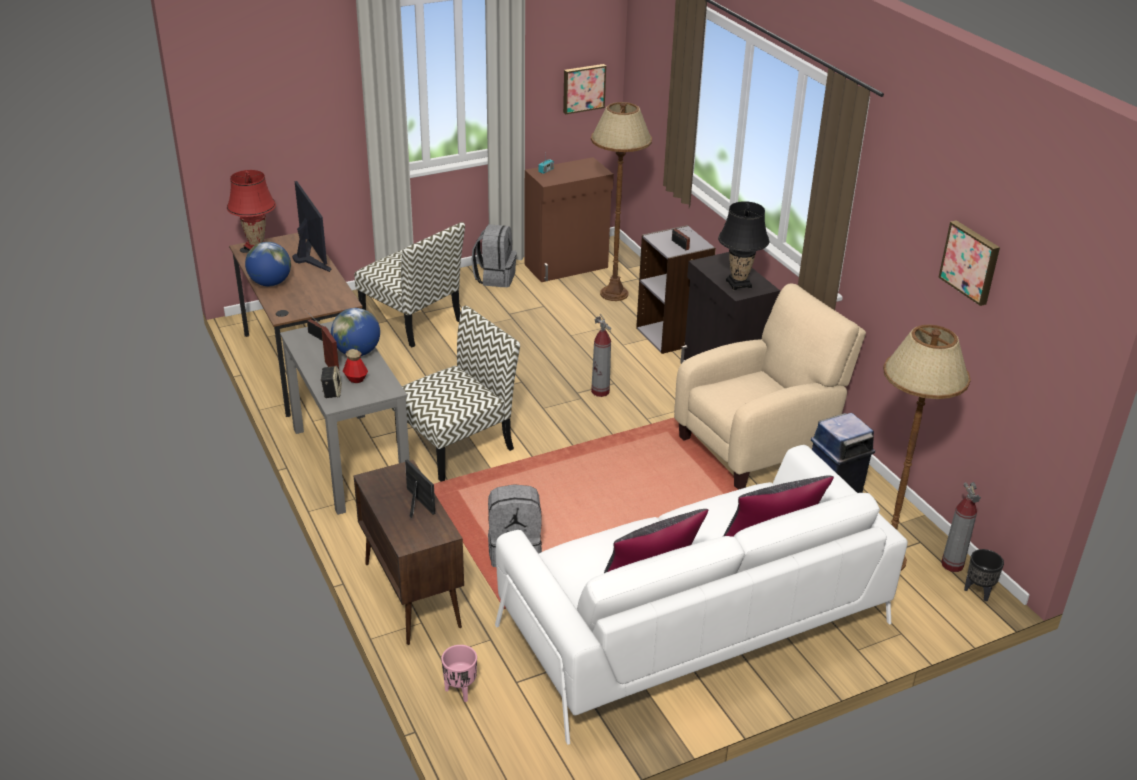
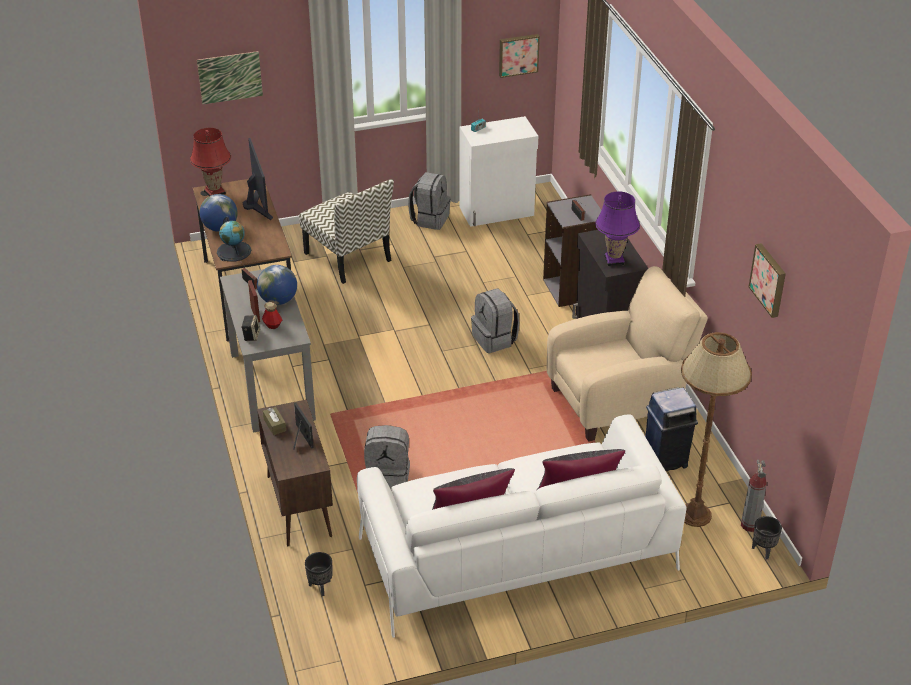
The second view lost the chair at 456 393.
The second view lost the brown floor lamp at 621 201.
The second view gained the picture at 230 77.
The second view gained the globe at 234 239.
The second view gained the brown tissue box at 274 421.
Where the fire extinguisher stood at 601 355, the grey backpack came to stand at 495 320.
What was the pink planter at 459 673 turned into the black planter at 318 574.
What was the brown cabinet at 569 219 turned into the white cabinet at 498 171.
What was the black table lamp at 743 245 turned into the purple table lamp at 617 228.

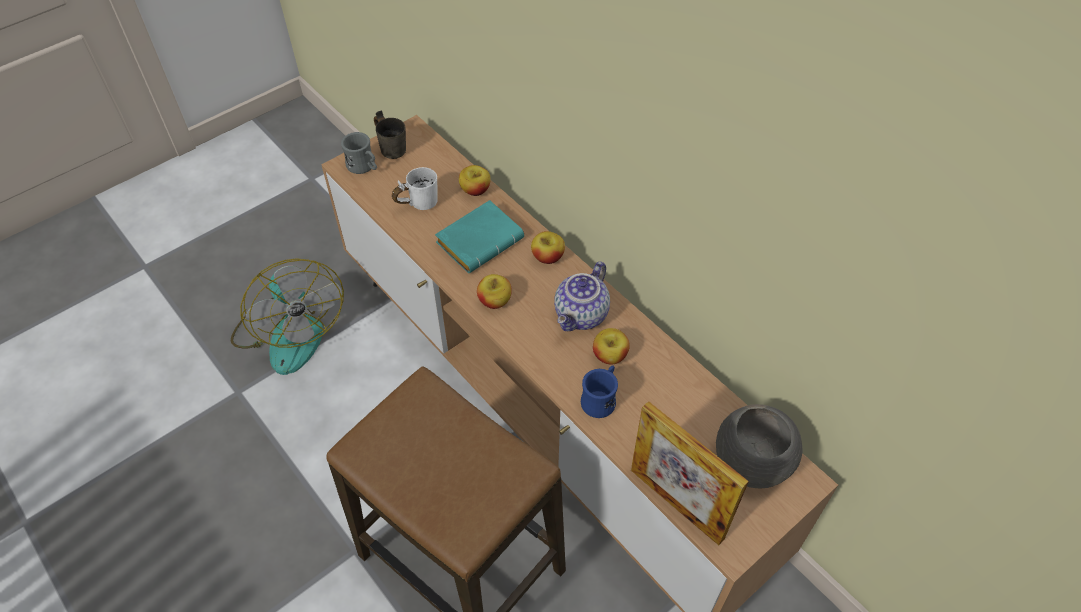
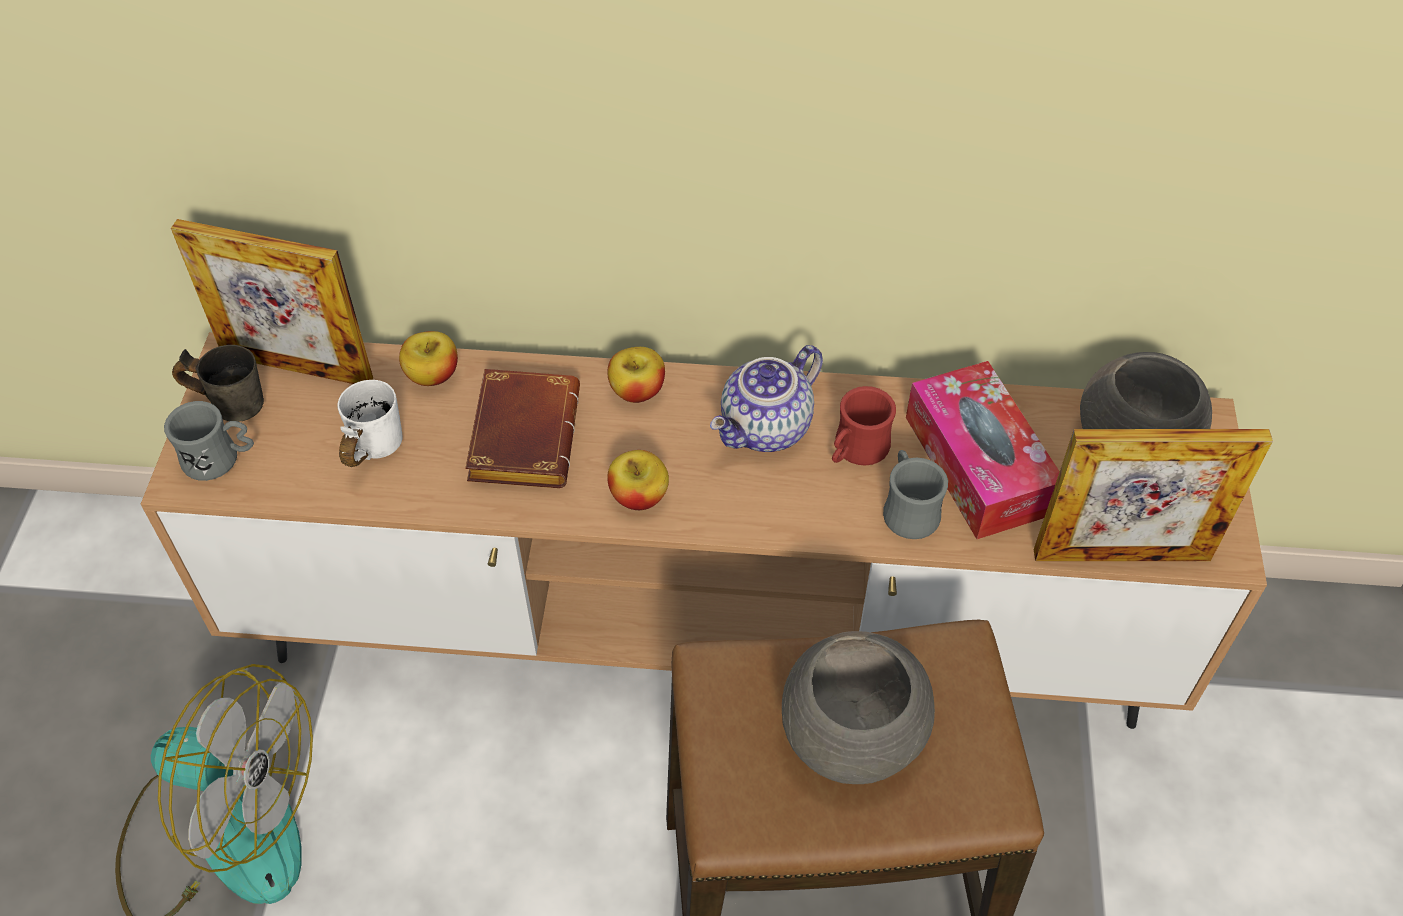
The second view gained the picture frame at 272 301.
The second view gained the grey bowl at 858 707.
The second view gained the tissue box at 983 450.
Where the apple stood at 611 346, the red mug came to stand at 864 426.
What was the turquoise book at 479 236 turned into the brown book at 523 428.
What was the blue mug at 599 391 turned into the grey mug at 915 494.
The teapot at 582 296 ended up facing another way, 60 degrees clockwise from before.

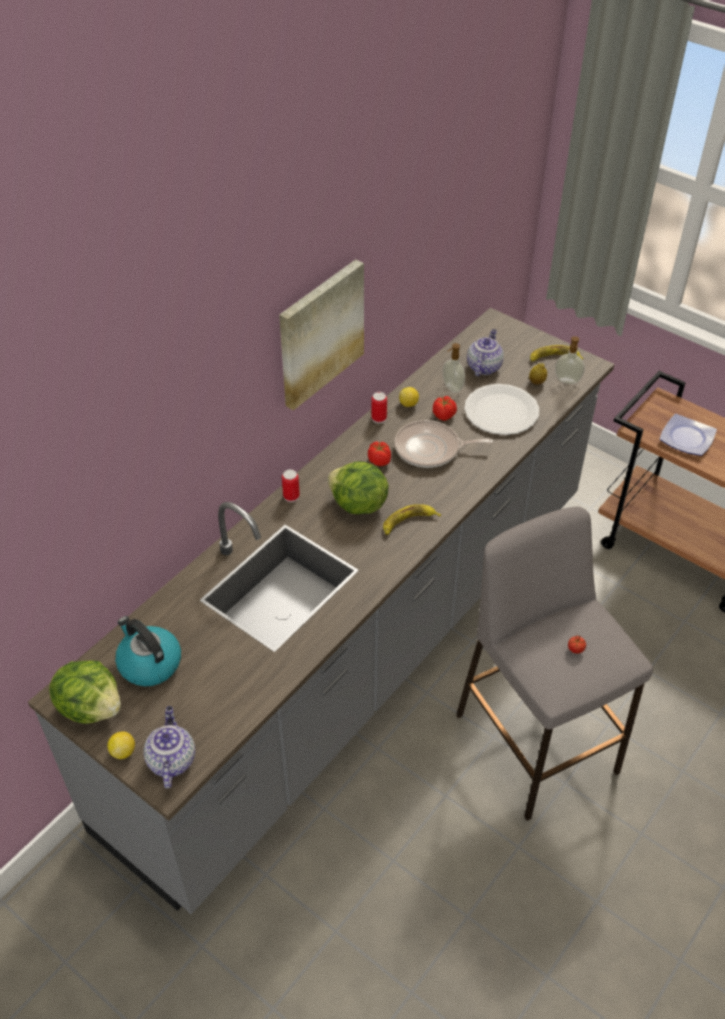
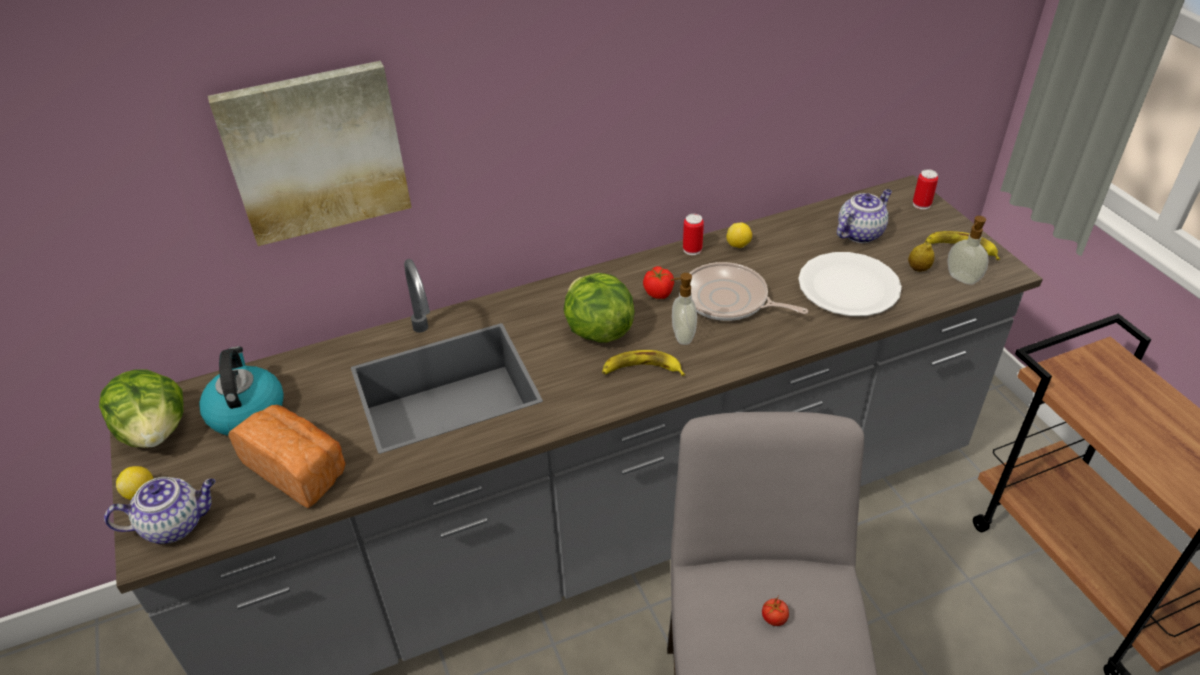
The second view lost the tomato at 445 408.
The second view lost the plate at 688 435.
The second view gained the bread at 286 456.
The picture ended up elsewhere, having gone from 321 335 to 310 153.
The can ended up elsewhere, having gone from 291 485 to 925 189.
The soap dispenser ended up elsewhere, having gone from 454 368 to 684 309.
The teapot at 169 747 ended up facing another way, 45 degrees clockwise from before.

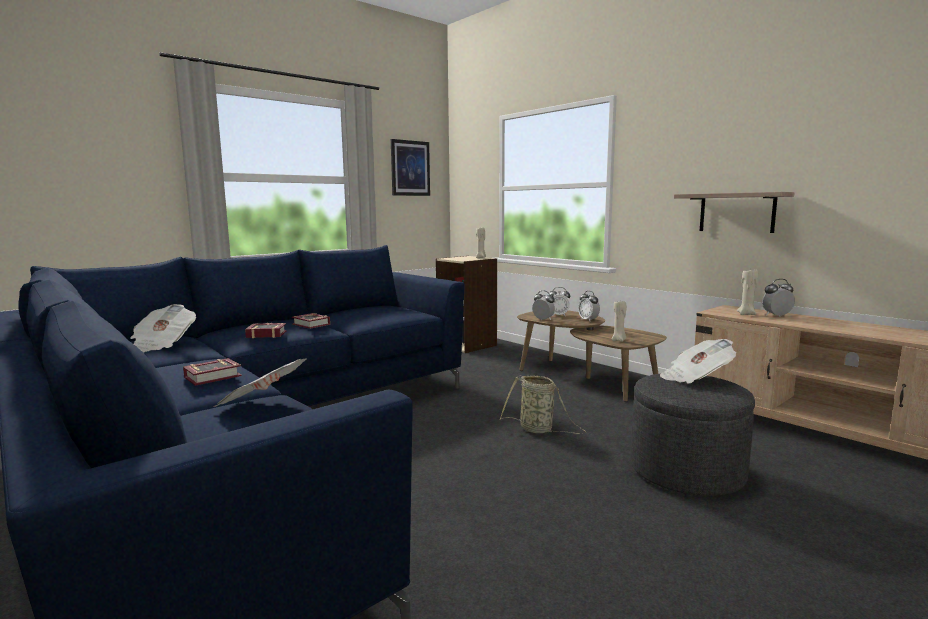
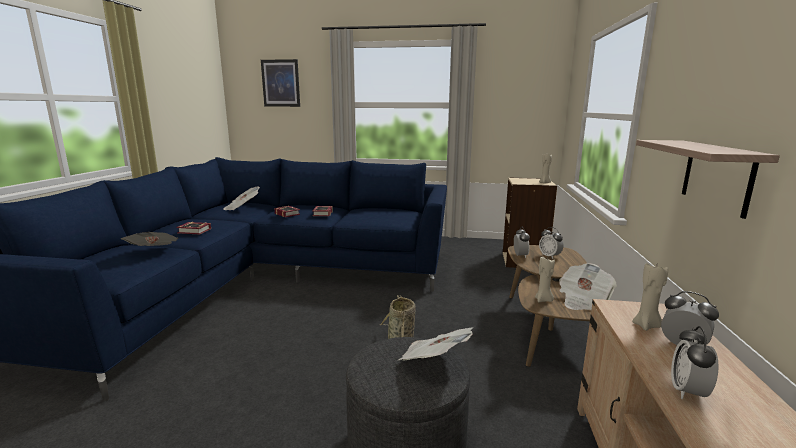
The second view gained the newspaper at 588 286.
The picture ended up elsewhere, having gone from 410 167 to 280 83.
The alarm clock ended up elsewhere, having gone from 589 306 to 695 362.

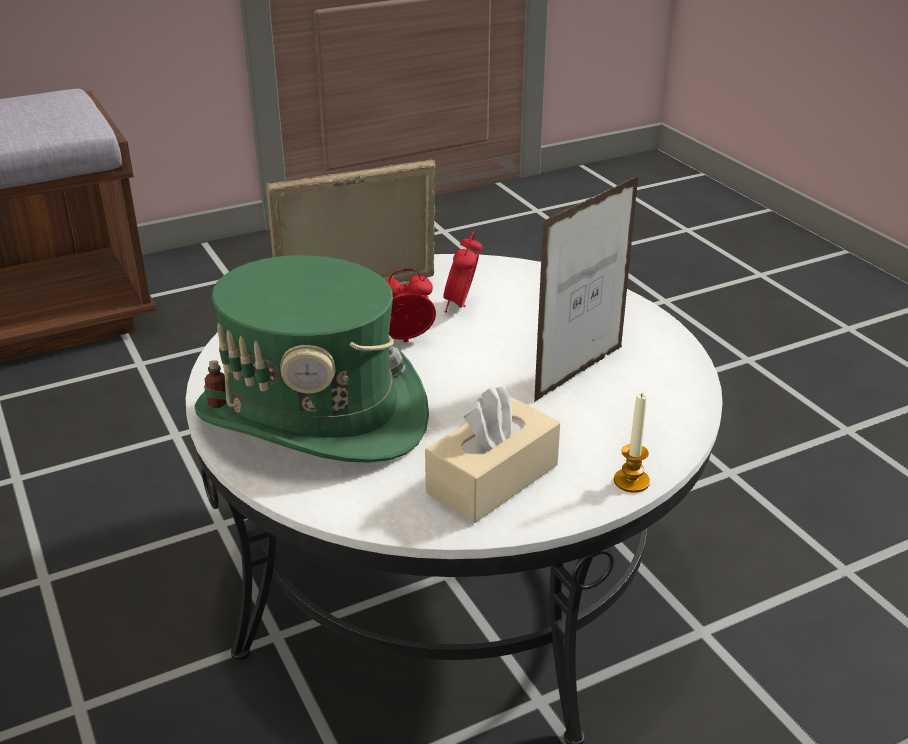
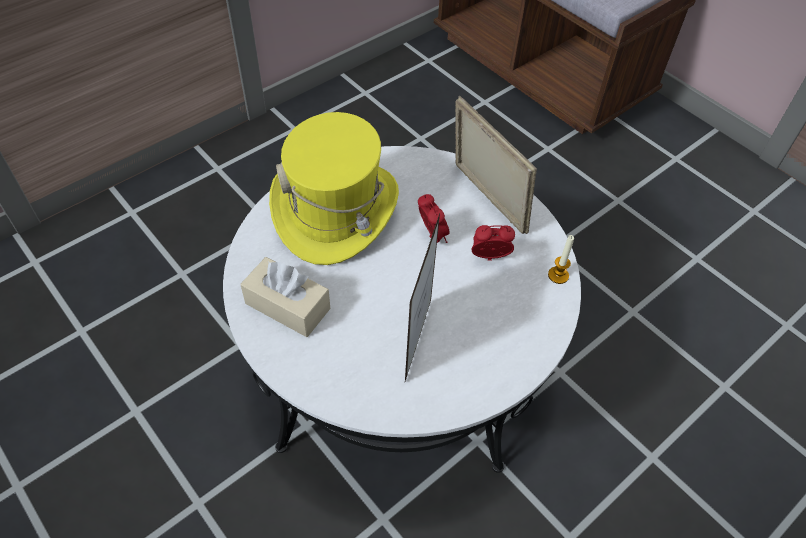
The candle ended up elsewhere, having gone from 632 443 to 561 259.
What was the green hat at 311 359 turned into the yellow hat at 334 188.
The picture frame at 586 288 ended up facing another way, 105 degrees counterclockwise from before.

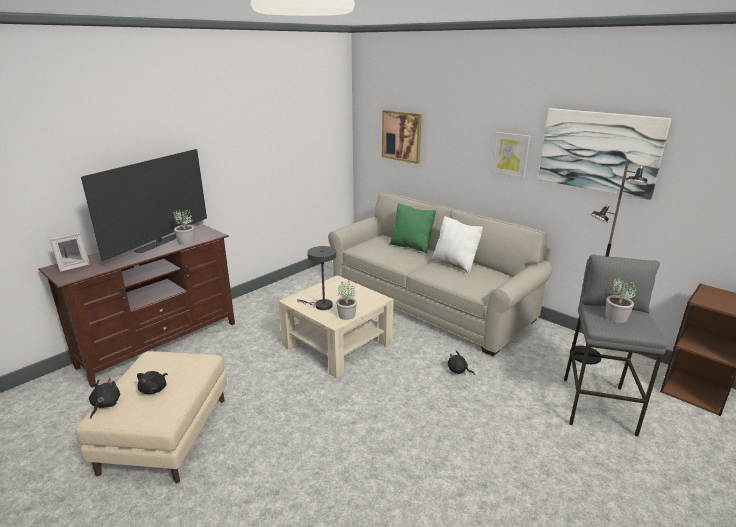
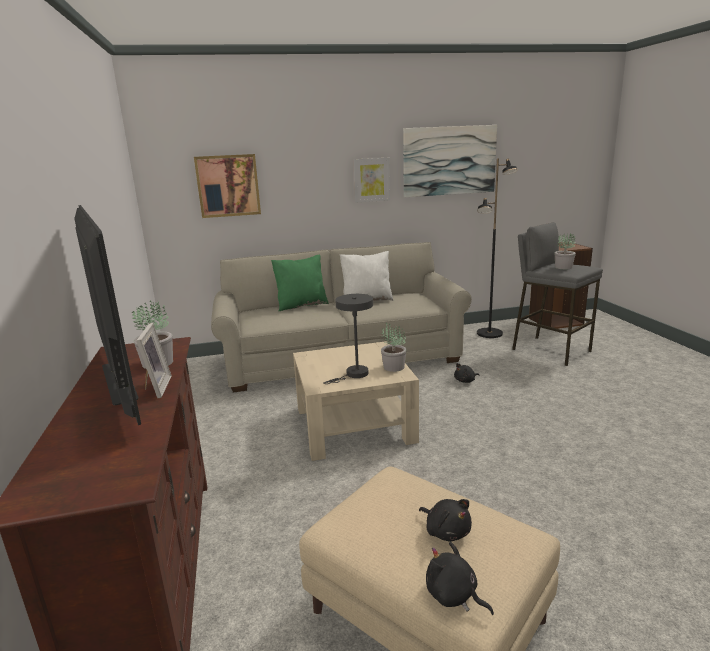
The picture frame ended up elsewhere, having gone from 70 252 to 154 360.

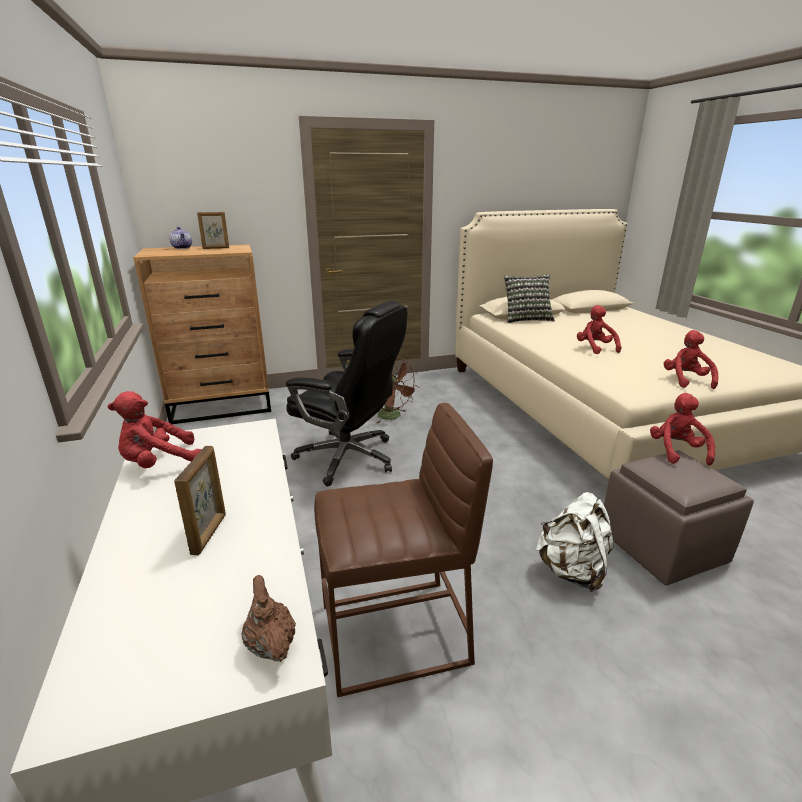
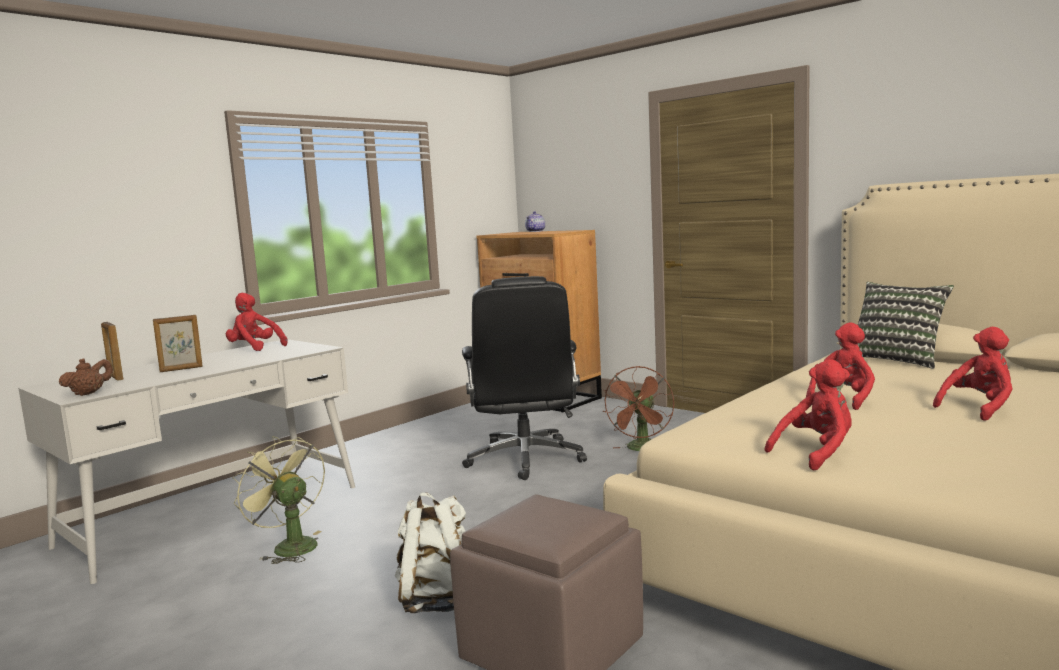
The picture frame ended up elsewhere, having gone from 213 230 to 112 351.
The red plush toy ended up elsewhere, having gone from 682 429 to 973 374.
Where the brown stool stood at 403 550, the green fan came to stand at 278 500.

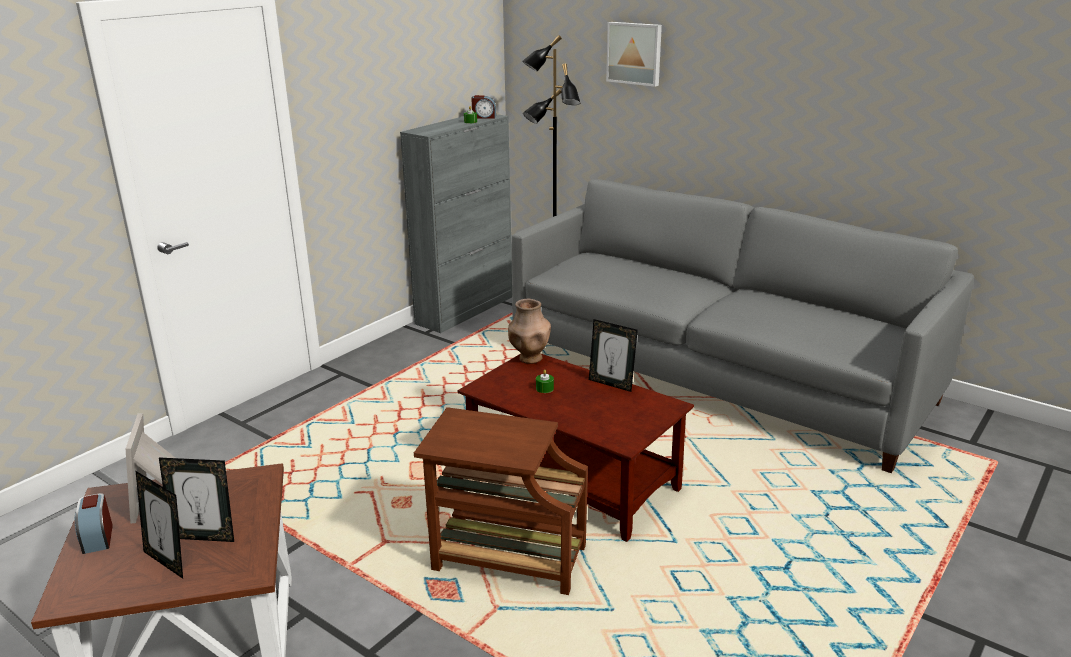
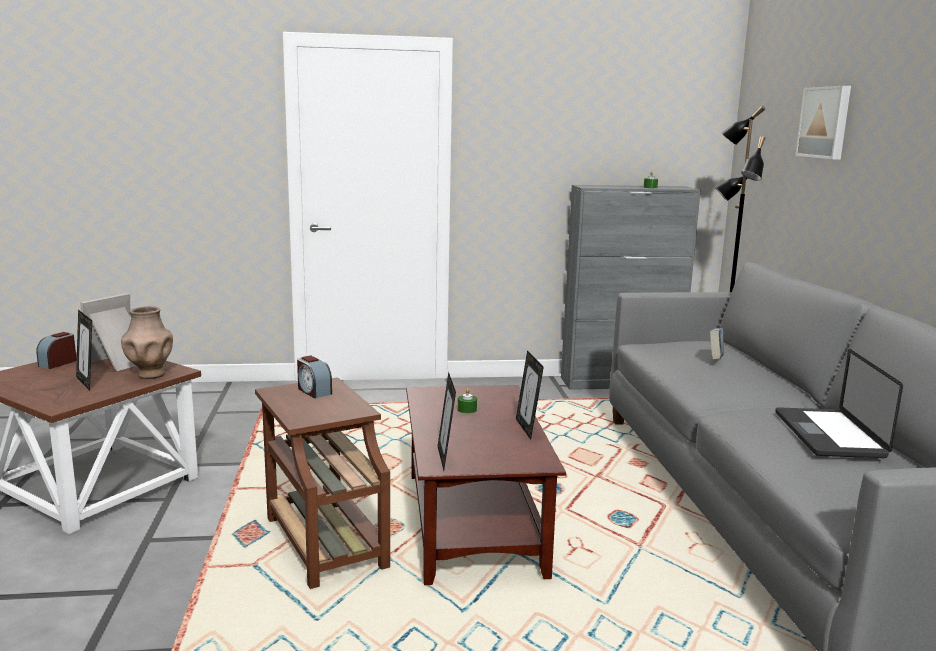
The second view gained the book at 717 344.
The second view gained the laptop at 839 403.
The picture frame ended up elsewhere, having gone from 159 525 to 447 421.
The alarm clock ended up elsewhere, having gone from 483 107 to 314 376.
The brown vase ended up elsewhere, having gone from 529 331 to 147 342.

